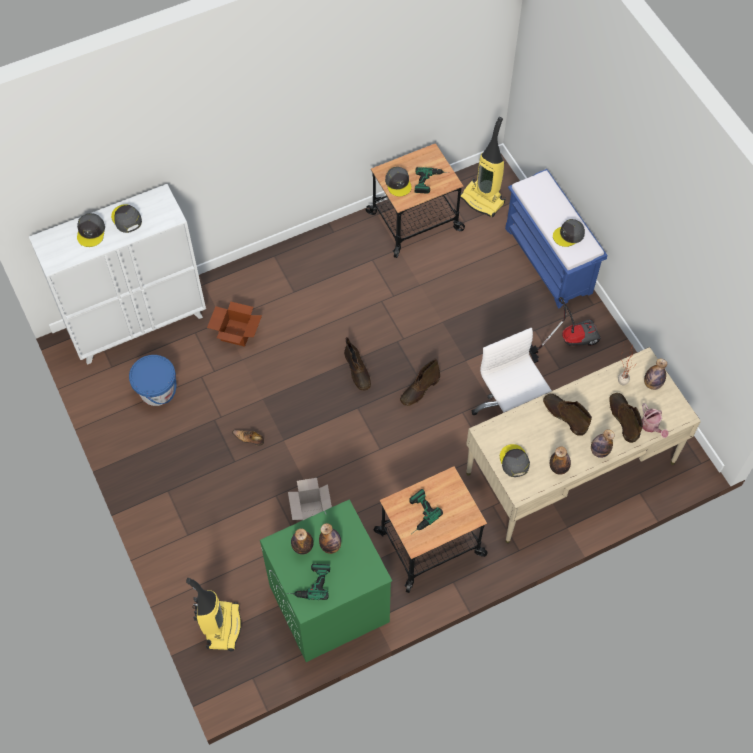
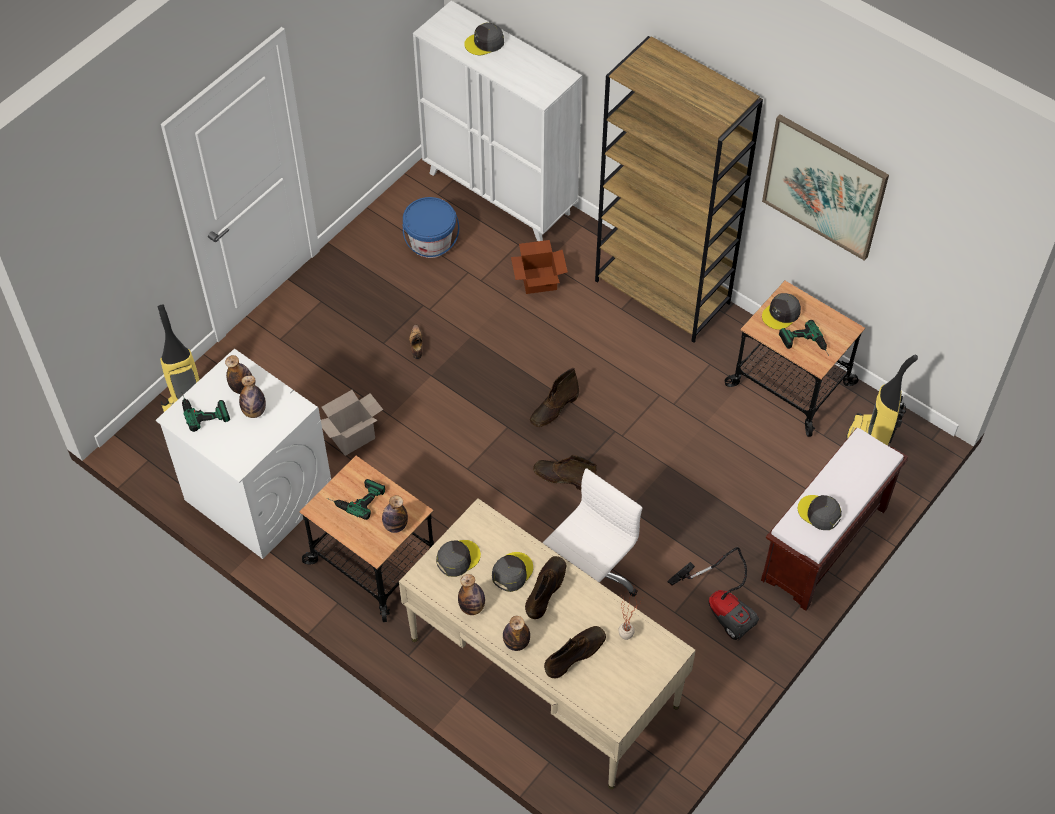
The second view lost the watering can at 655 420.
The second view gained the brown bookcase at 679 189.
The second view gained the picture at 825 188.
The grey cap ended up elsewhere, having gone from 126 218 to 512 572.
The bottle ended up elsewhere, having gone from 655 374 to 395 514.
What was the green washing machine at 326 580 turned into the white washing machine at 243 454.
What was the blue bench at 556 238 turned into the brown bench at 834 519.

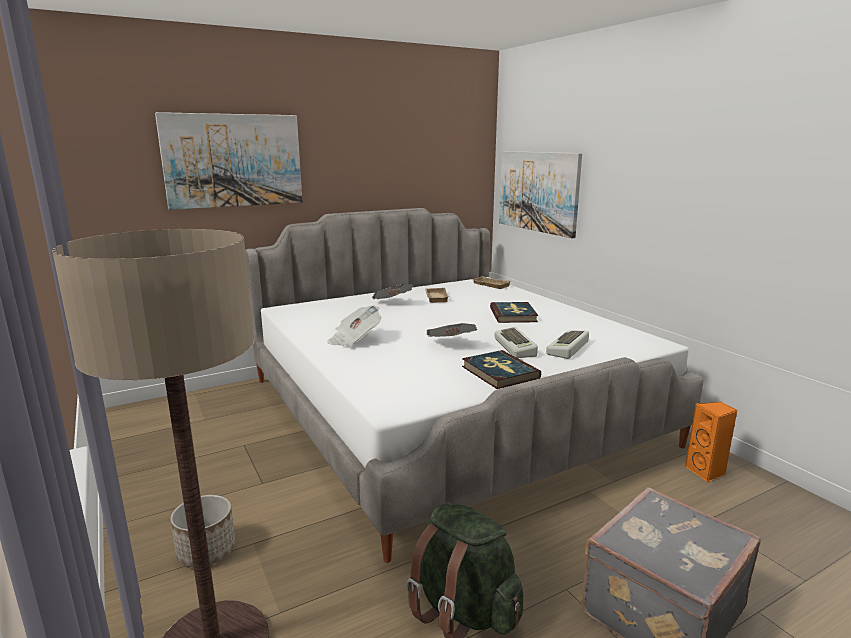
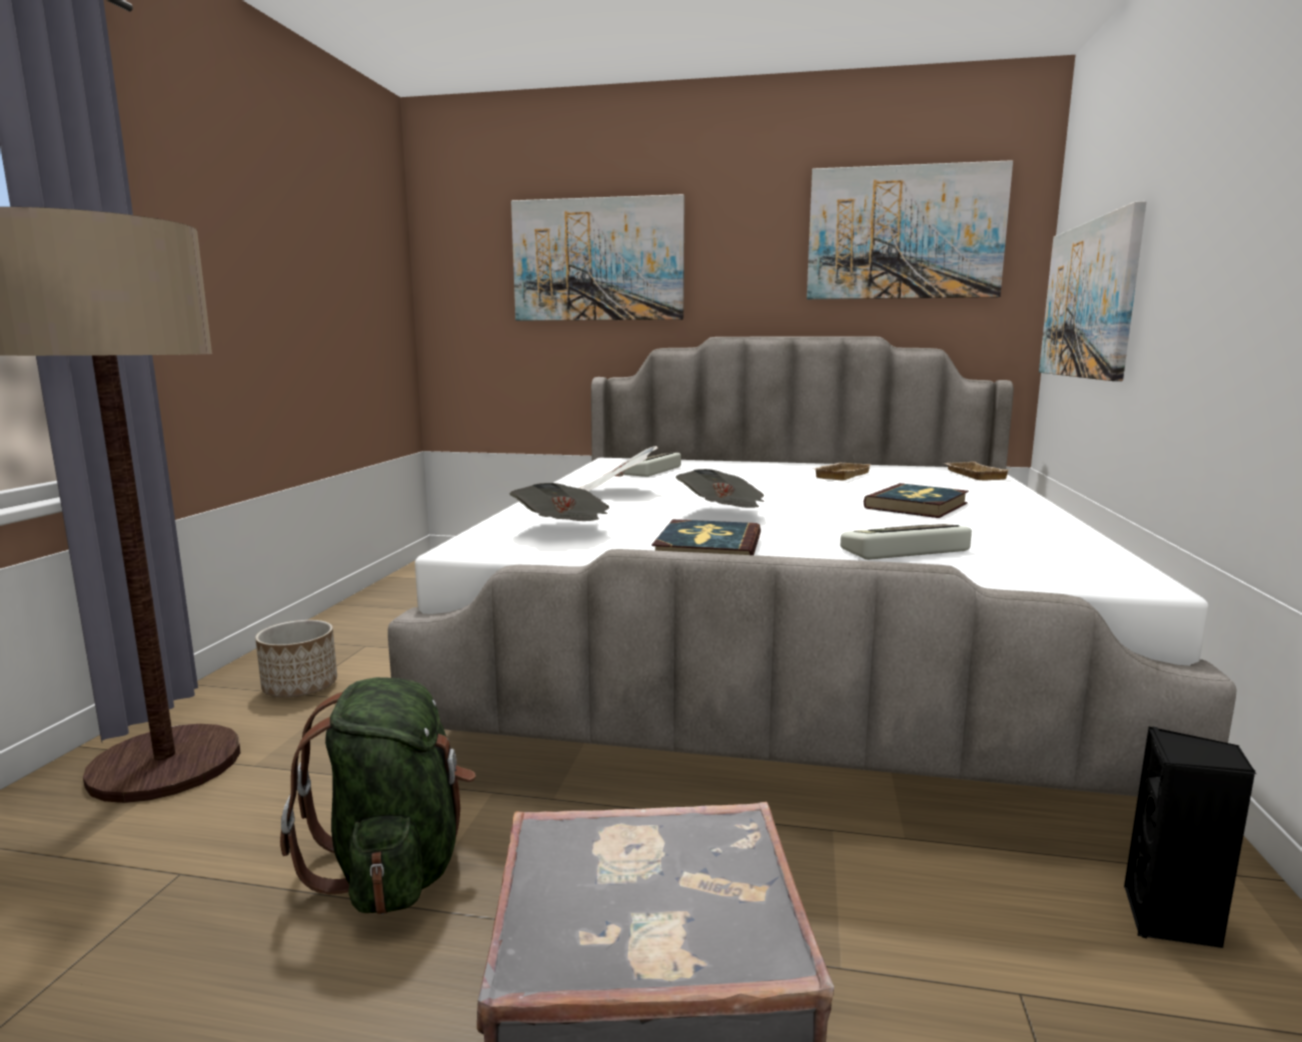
The second view gained the picture at 910 229.
The newspaper ended up elsewhere, having gone from 392 291 to 559 502.
The keyboard ended up elsewhere, having gone from 516 342 to 652 464.
What was the orange speaker at 711 442 turned into the black speaker at 1190 837.

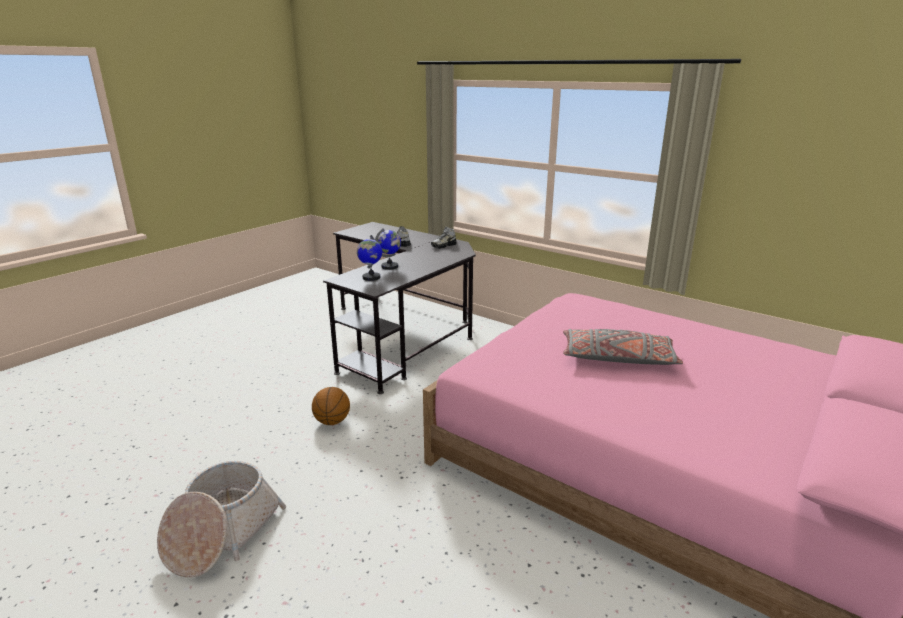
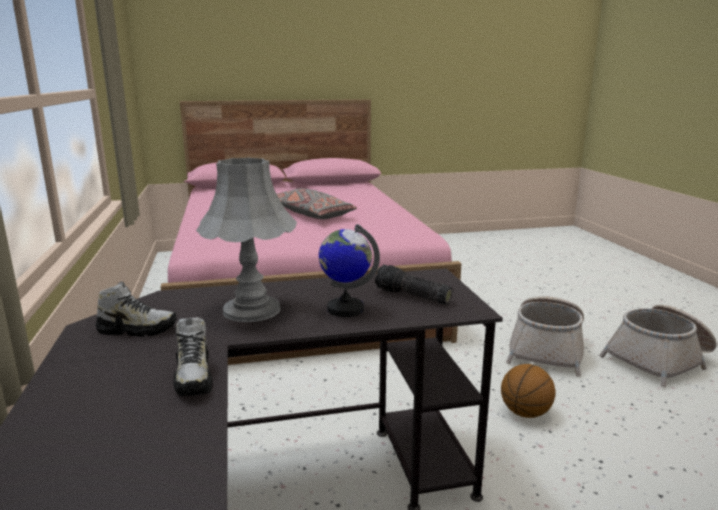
The second view gained the grey table lamp at 246 240.
The second view gained the basket at 545 336.
Where the globe stood at 369 258, the flashlight came to stand at 414 285.

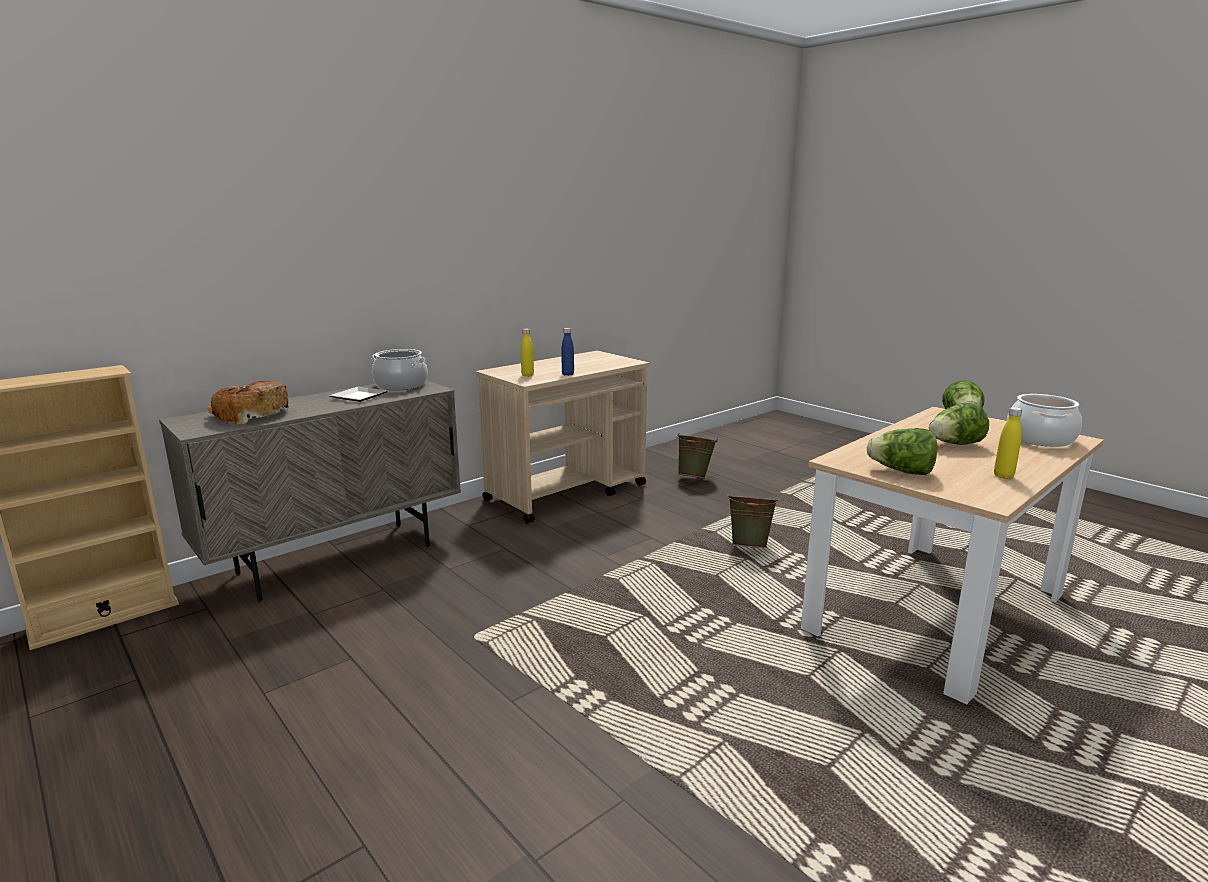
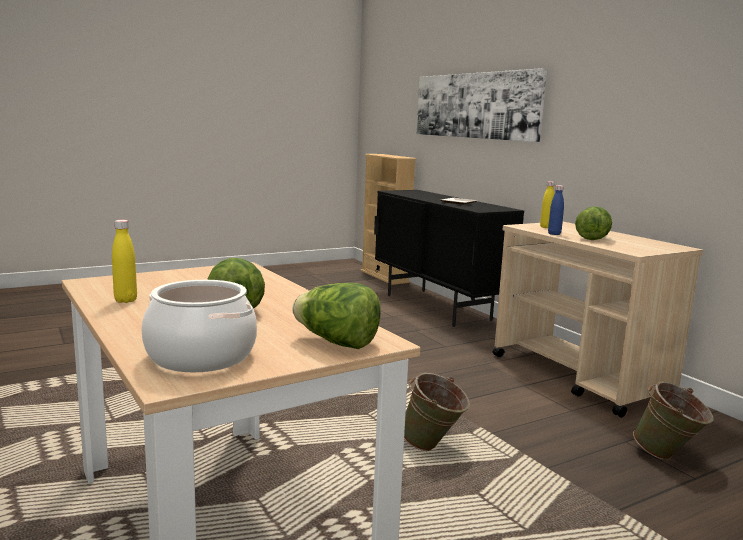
The second view lost the bread at 248 402.
The second view lost the cooking pot at 400 369.
The second view gained the picture at 482 105.
The lettuce ended up elsewhere, having gone from 902 451 to 593 223.
What was the beige cabinet at 310 491 turned into the black cabinet at 449 258.

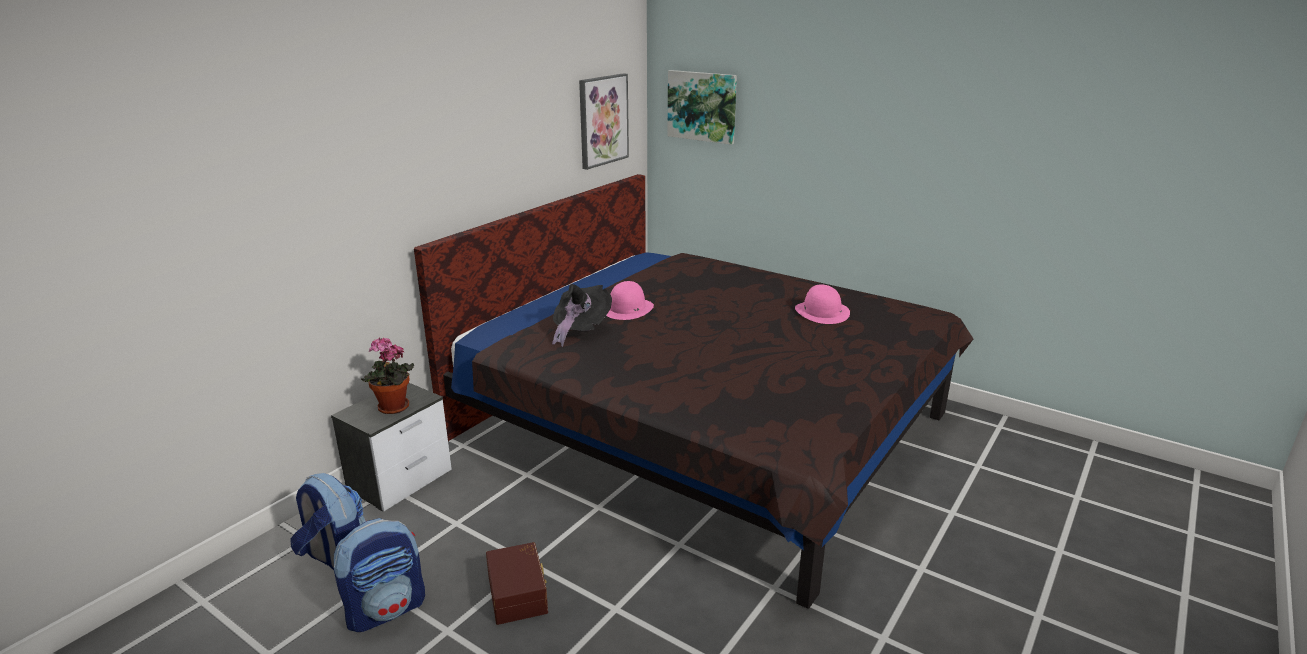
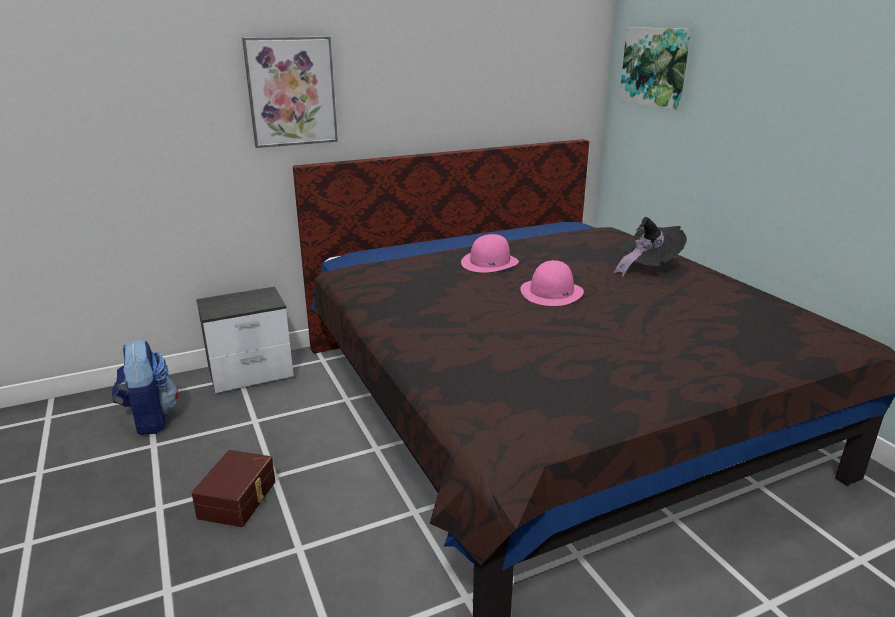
The second view lost the backpack at 379 575.
The second view lost the potted plant at 387 376.
The black hat ended up elsewhere, having gone from 582 315 to 650 247.
The picture ended up elsewhere, having gone from 604 121 to 290 92.
The pink hat ended up elsewhere, having gone from 822 304 to 552 283.

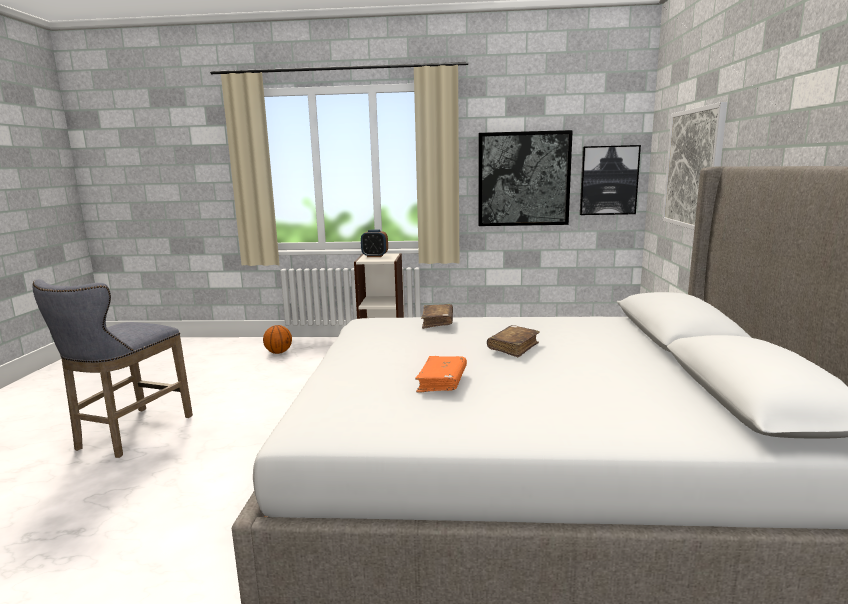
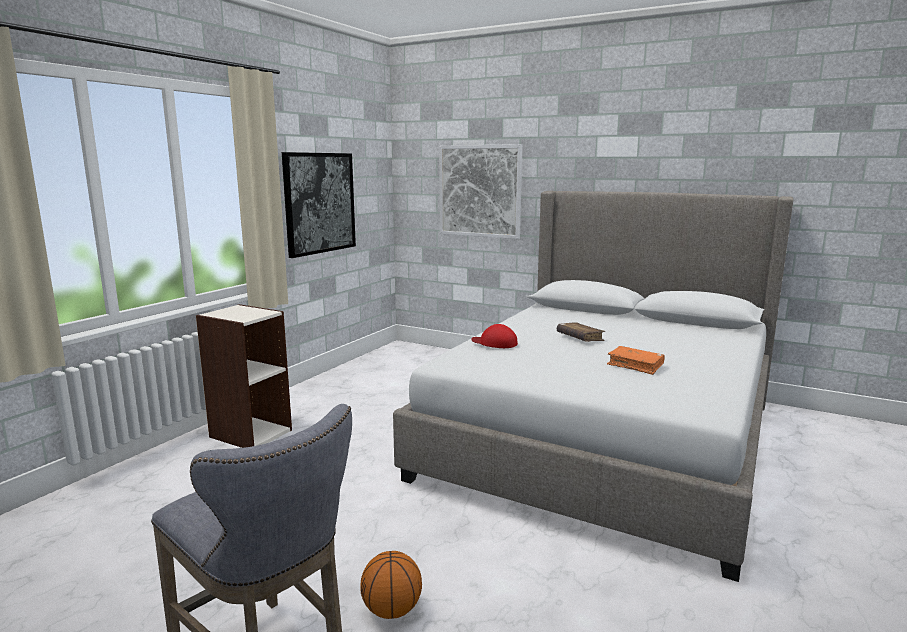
The second view lost the alarm clock at 374 243.
The second view lost the picture at 610 180.
The basketball ended up elsewhere, having gone from 277 339 to 391 585.
Where the brown book stood at 437 316, the red cap came to stand at 494 336.

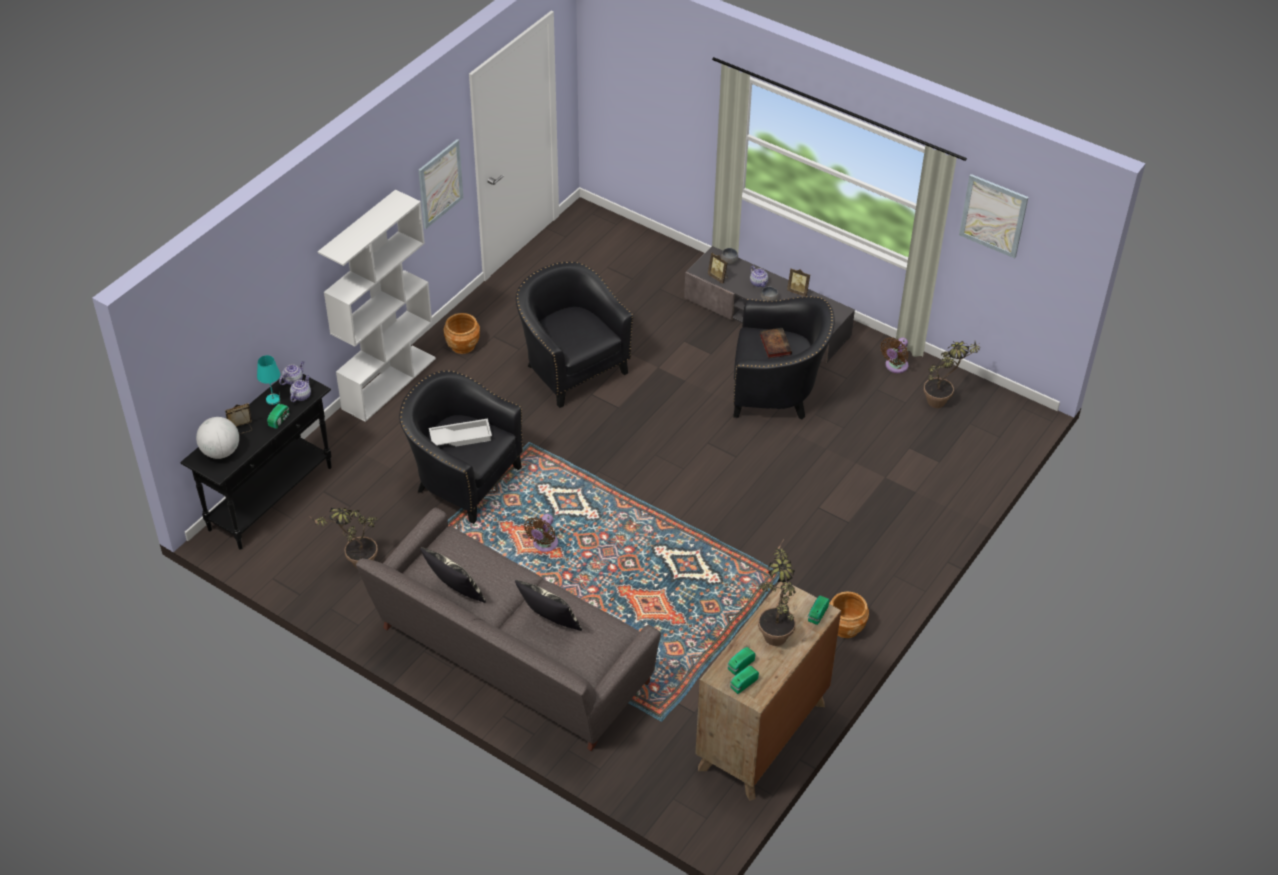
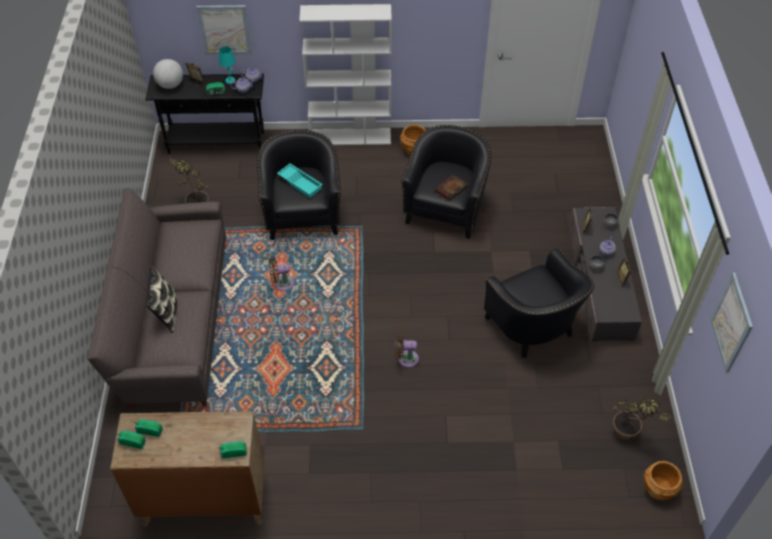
The second view lost the pillow at 453 575.
The second view lost the potted plant at 777 593.
The picture ended up elsewhere, having gone from 440 184 to 224 30.
The book ended up elsewhere, having gone from 776 343 to 451 187.
The brown planter ended up elsewhere, having gone from 849 614 to 663 480.
The brown fan ended up elsewhere, having gone from 895 355 to 407 349.
What was the white tray at 460 433 turned into the turquoise tray at 300 180.

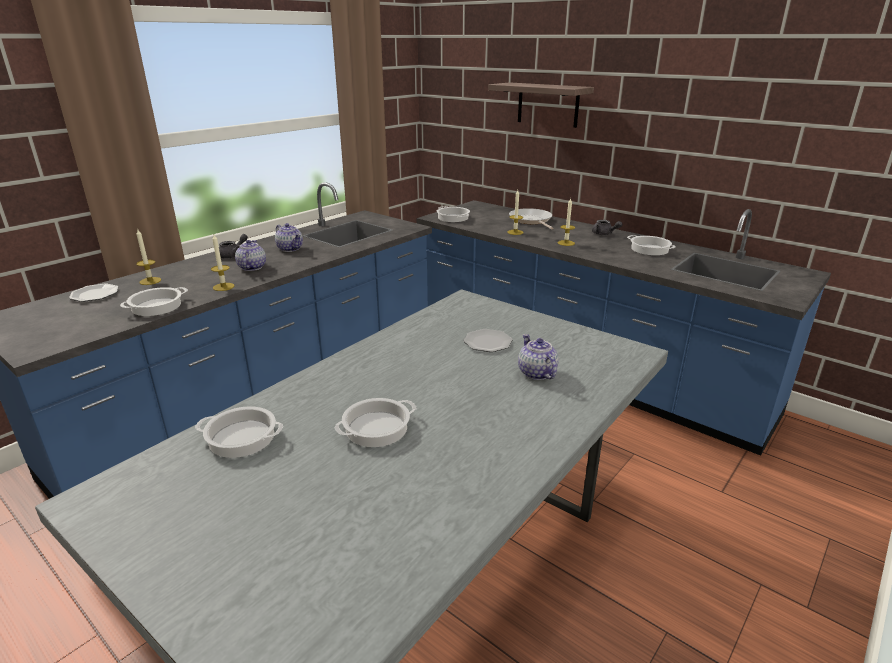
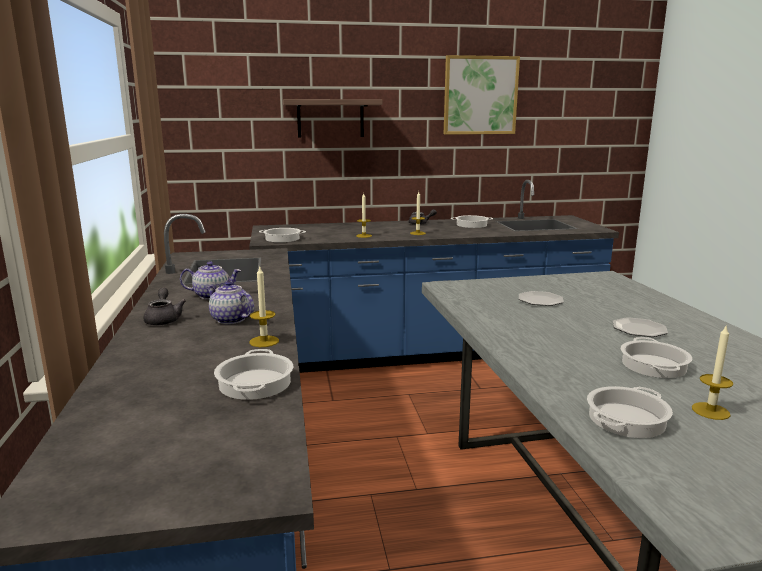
The second view lost the frying pan at 531 218.
The second view lost the teapot at 538 357.
The second view gained the picture at 482 95.
The plate ended up elsewhere, having gone from 93 293 to 640 327.
The candle ended up elsewhere, having gone from 148 256 to 712 372.

